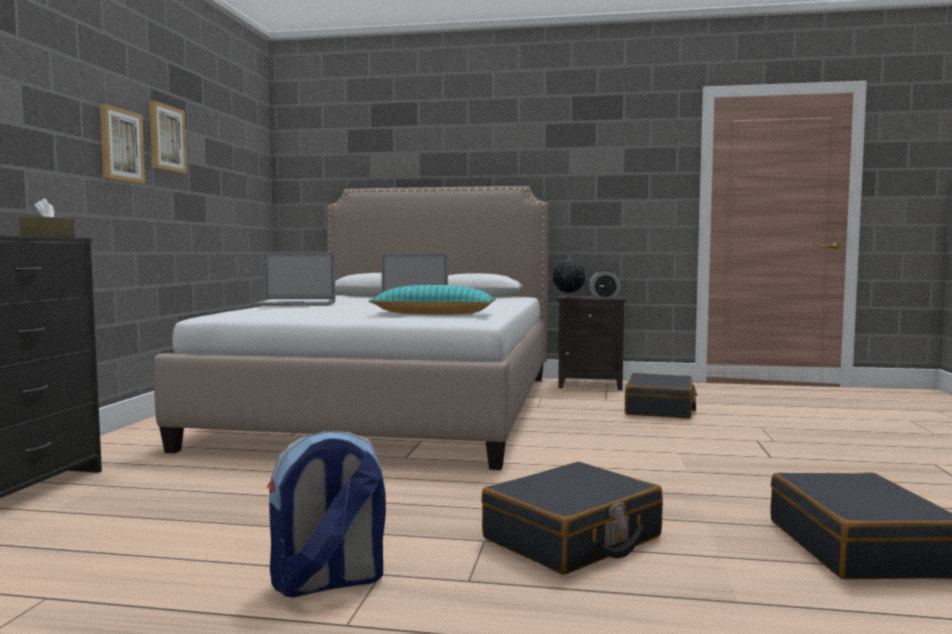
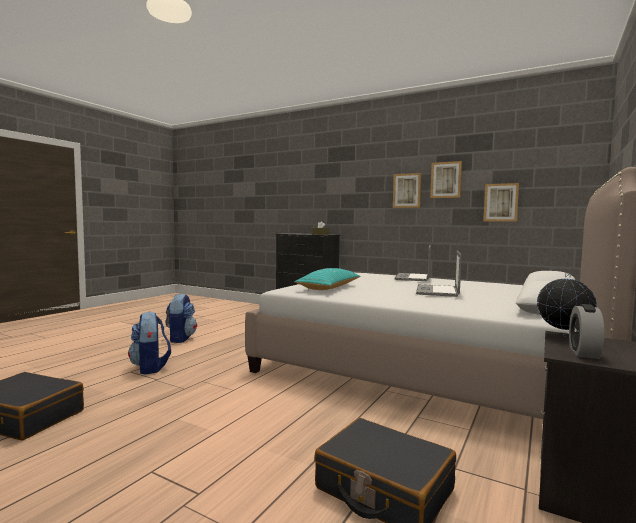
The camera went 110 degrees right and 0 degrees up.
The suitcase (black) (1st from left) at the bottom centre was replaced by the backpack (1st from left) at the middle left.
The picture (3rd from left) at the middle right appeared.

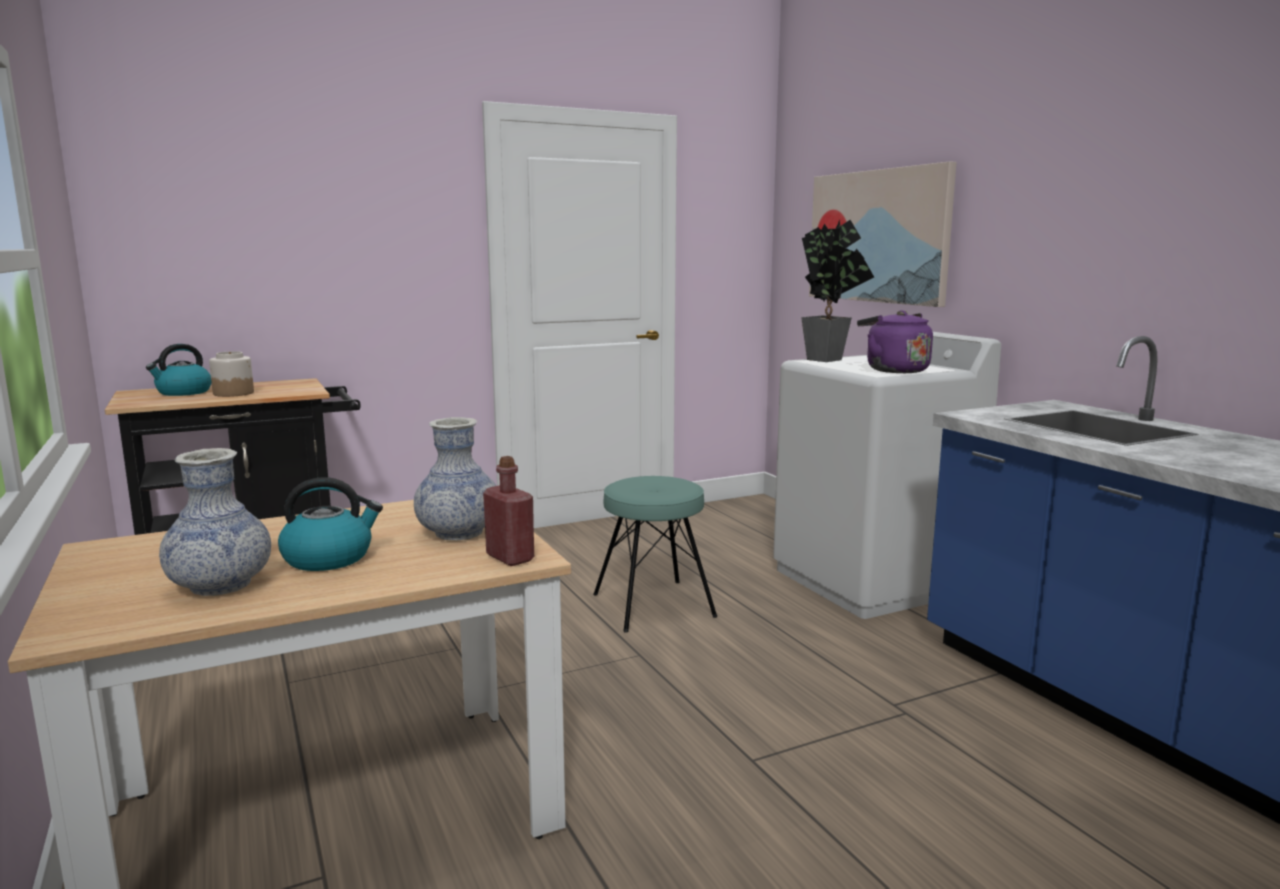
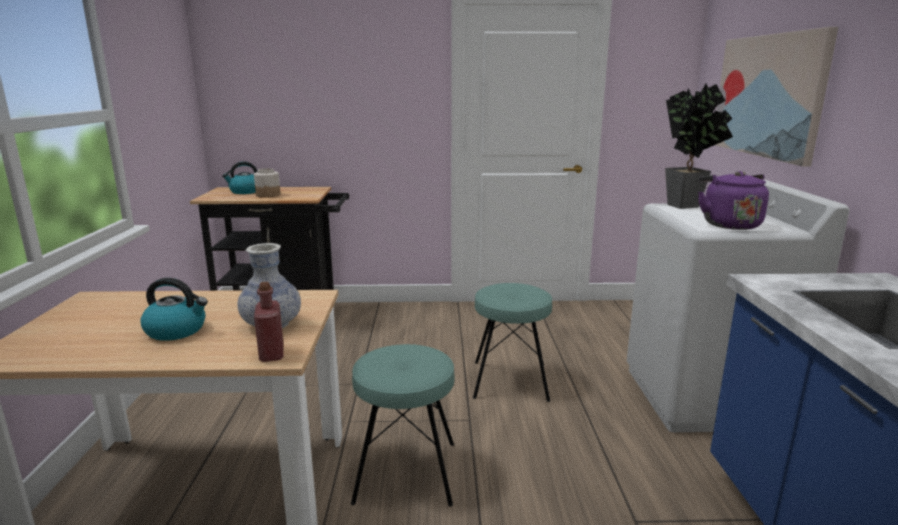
The camera went 25 degrees right and 5 degrees up.
The stool (turquoise) (1st from left) at the bottom centre appeared.
The vase (1st from left) at the middle left disappeared.

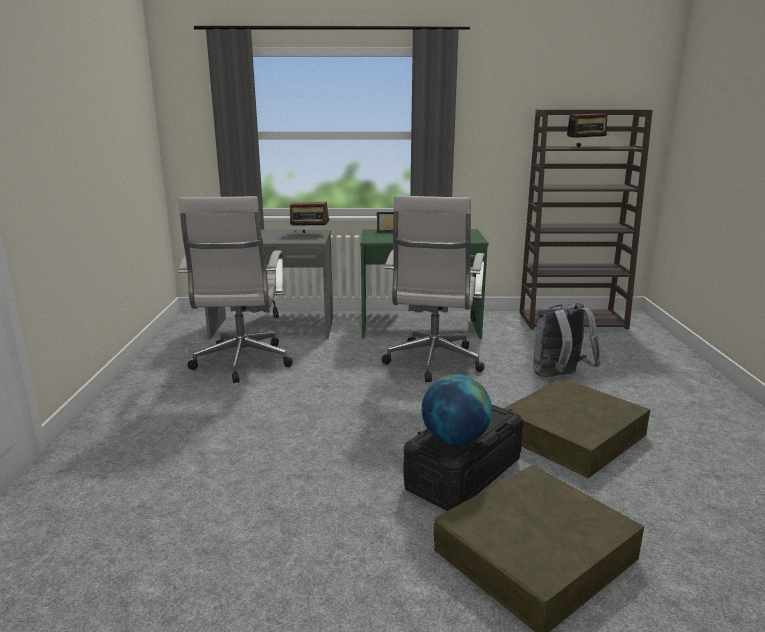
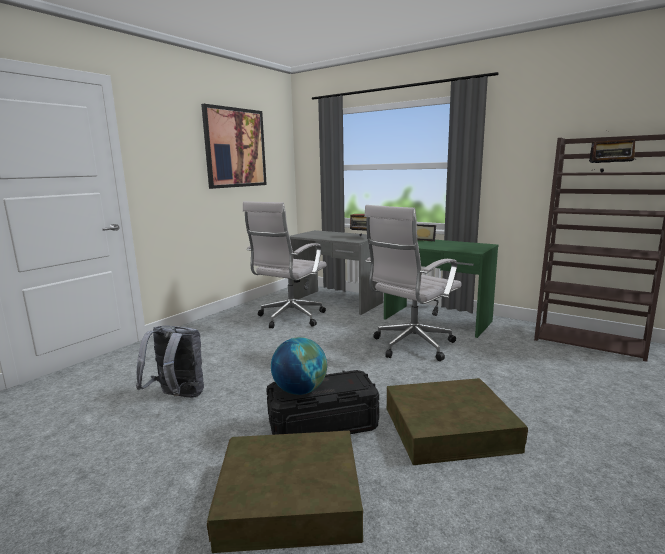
The camera went 35 degrees right and 5 degrees down.
The backpack (grey) moved from the middle right to the middle left.
The picture at the top centre appeared.

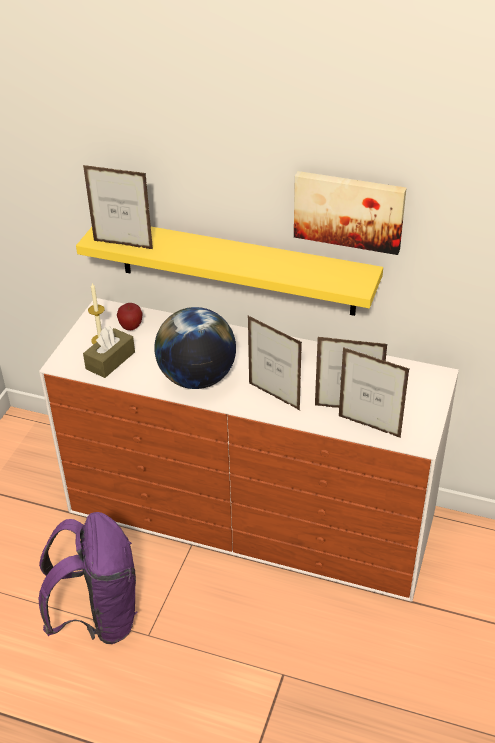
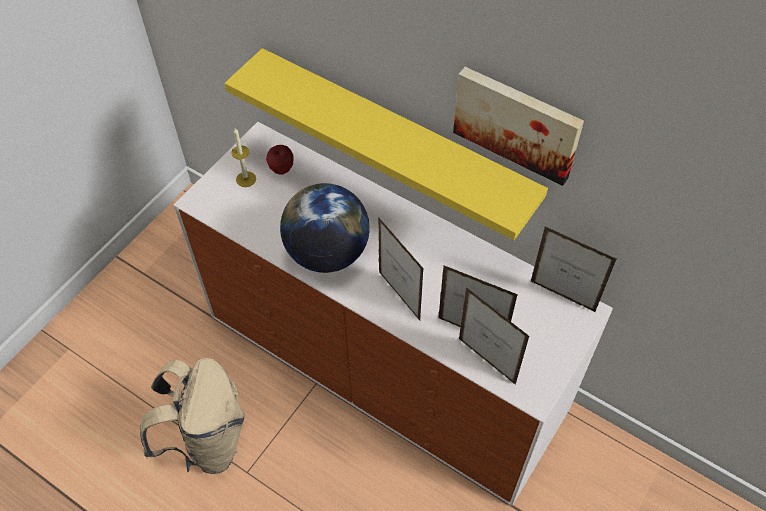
The camera went 15 degrees right and 15 degrees up.
The backpack (purple) at the bottom left became the backpack (beige) at the bottom left.
The picture frame (1st from left in the first image) moved from the top left to the middle right.
The tissue box (brown) at the middle left disappeared.

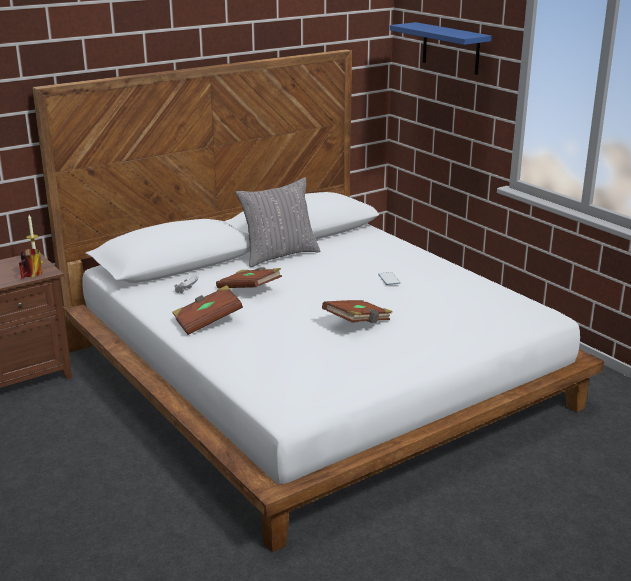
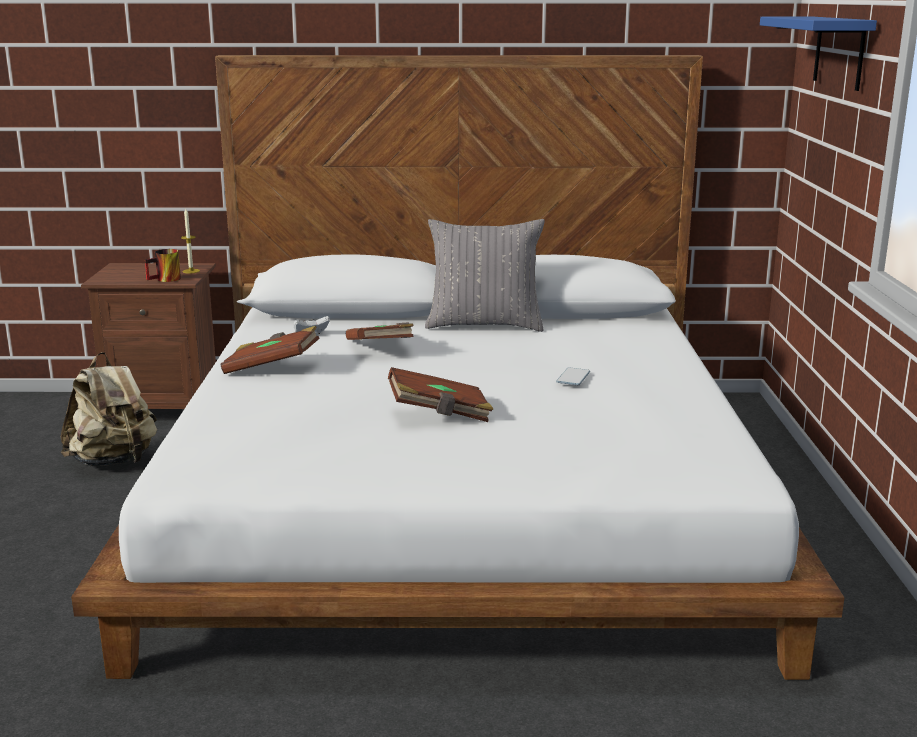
The camera went 35 degrees right and 5 degrees down.
The backpack (beige) at the middle left appeared.

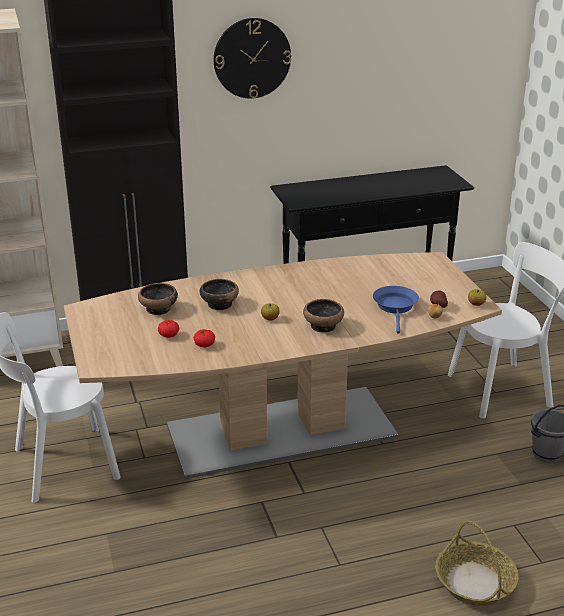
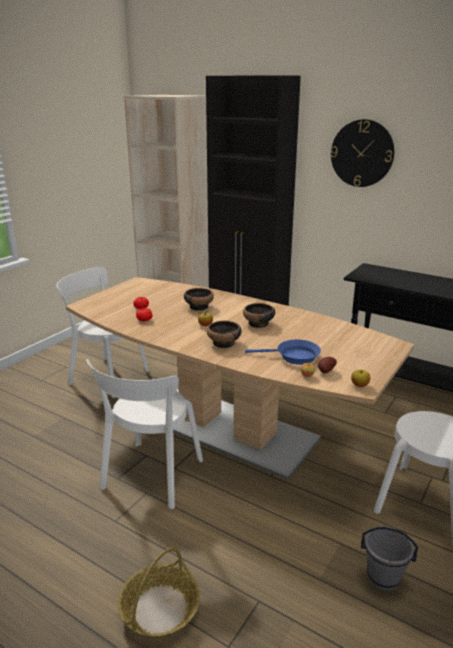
The camera went 50 degrees right and 5 degrees down.
The chair (white) (2nd from left) at the bottom left appeared.
The bowl (1st from left in the first image) moved from the middle left to the centre.
The frying pan (blue) at the middle right turned 45 degrees clockwise.

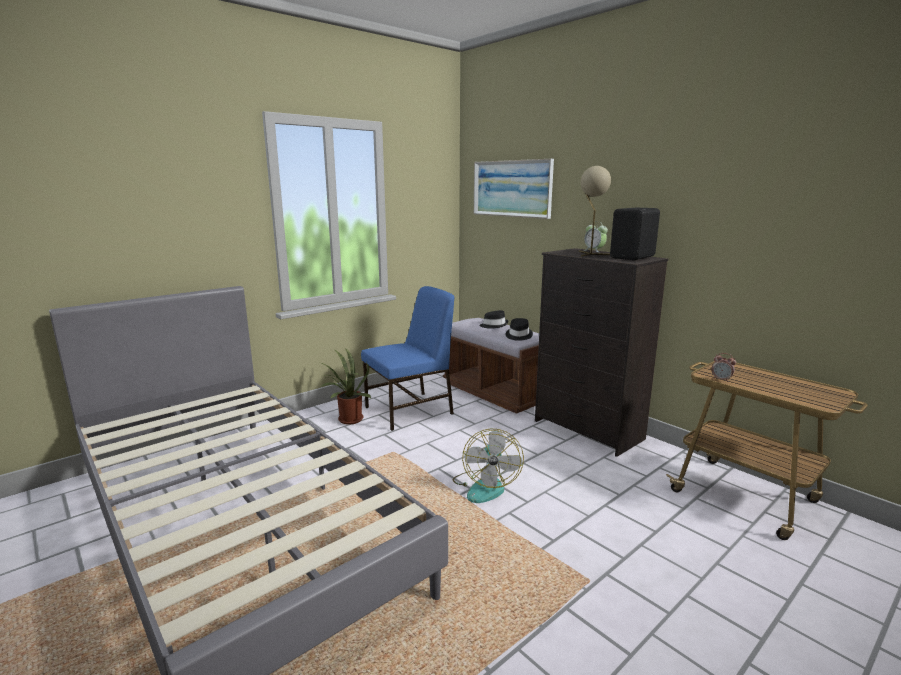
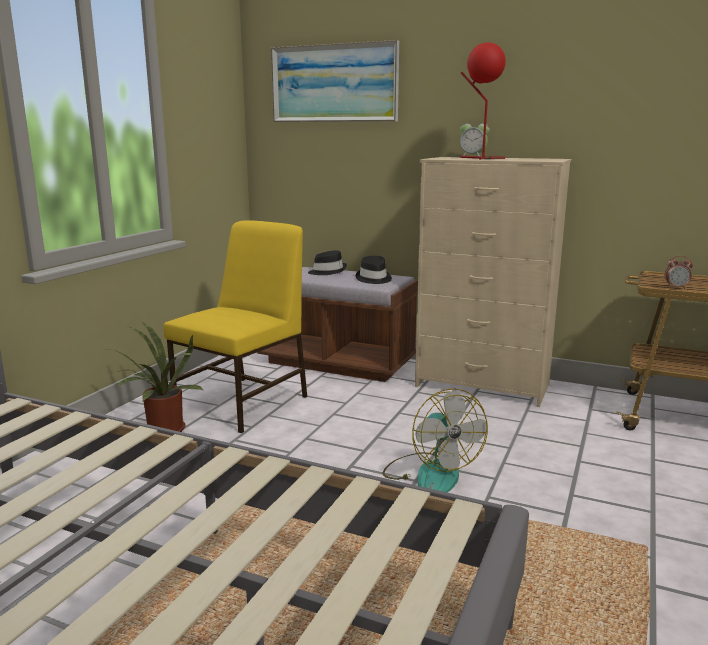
The camera went 25 degrees left and 0 degrees up.
The chair (blue) at the centre became the chair (yellow) at the middle left.
The dresser (black) at the middle right became the dresser (beige) at the middle right.
The table lamp (beige) at the top centre became the table lamp (red) at the top right.
The speaker (black) at the middle right disappeared.

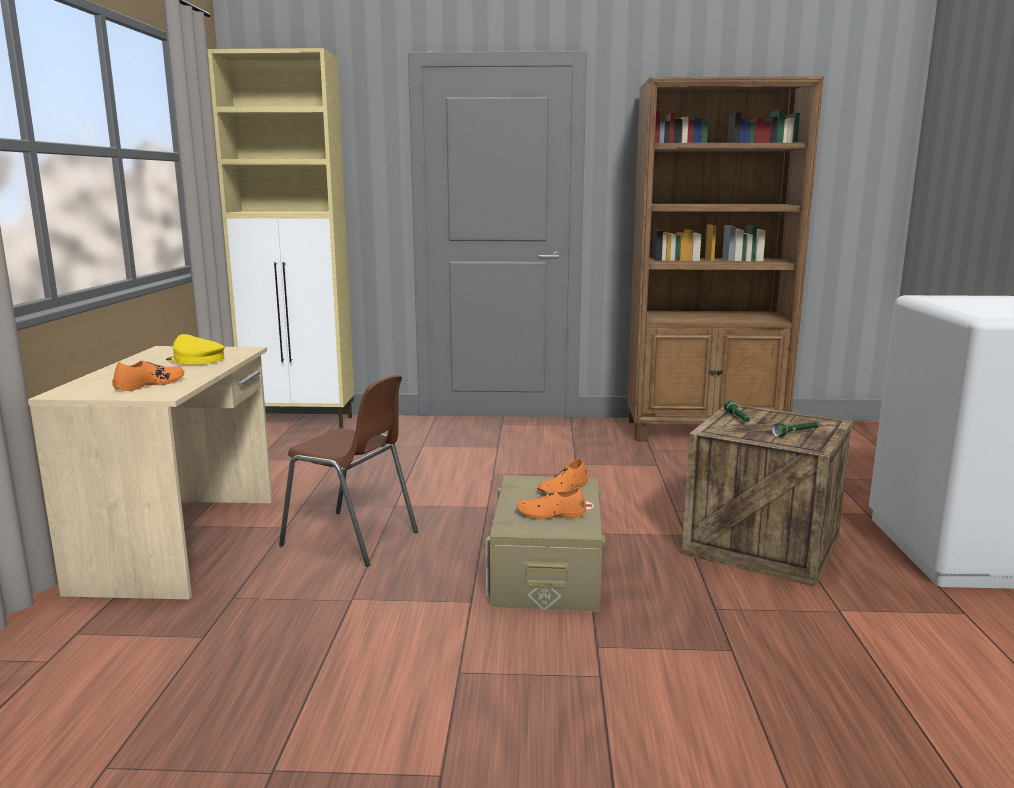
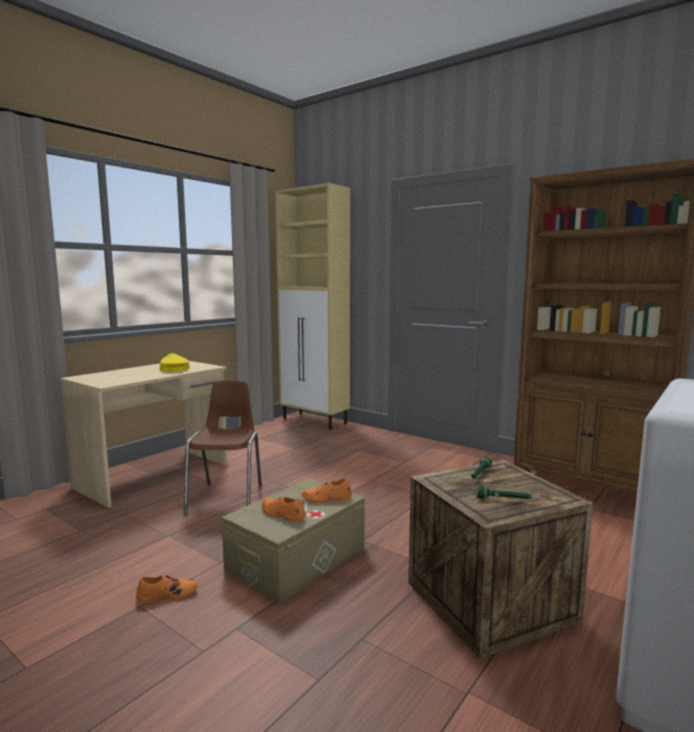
The camera went 35 degrees right and 5 degrees down.
The shoe (orange) (1st from left) moved from the middle left to the bottom left.
The chair (brown) at the centre turned 150 degrees counterclockwise.

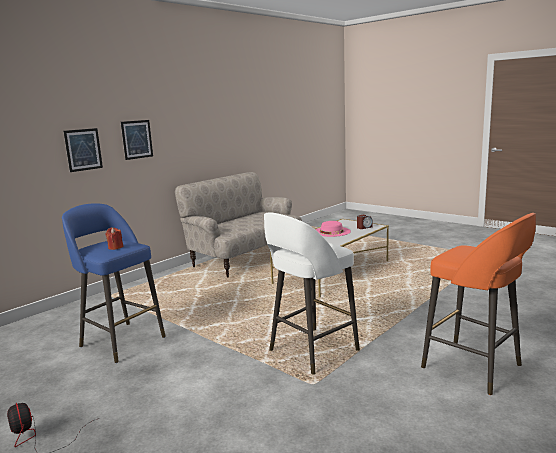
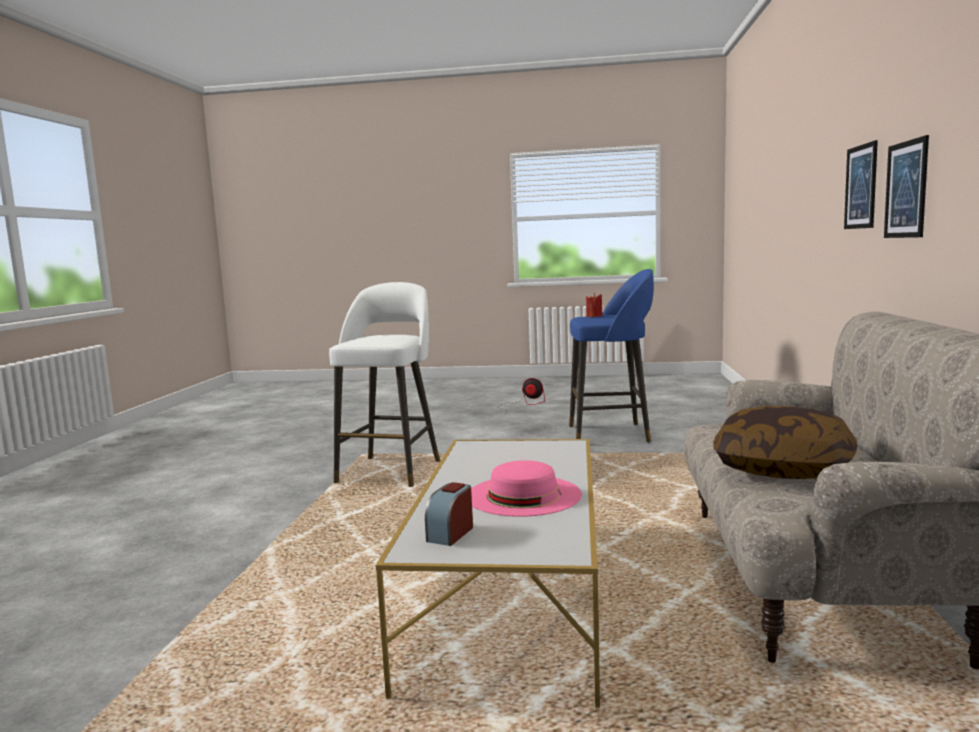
The camera went 145 degrees right and 5 degrees down.
The pillow at the middle right appeared.
The picture (1st from left in the first image) moved from the top left to the top right.
The stool (orange) at the bottom right disappeared.

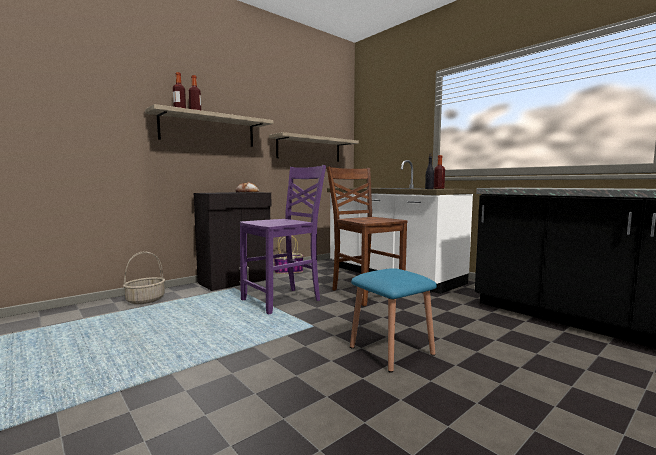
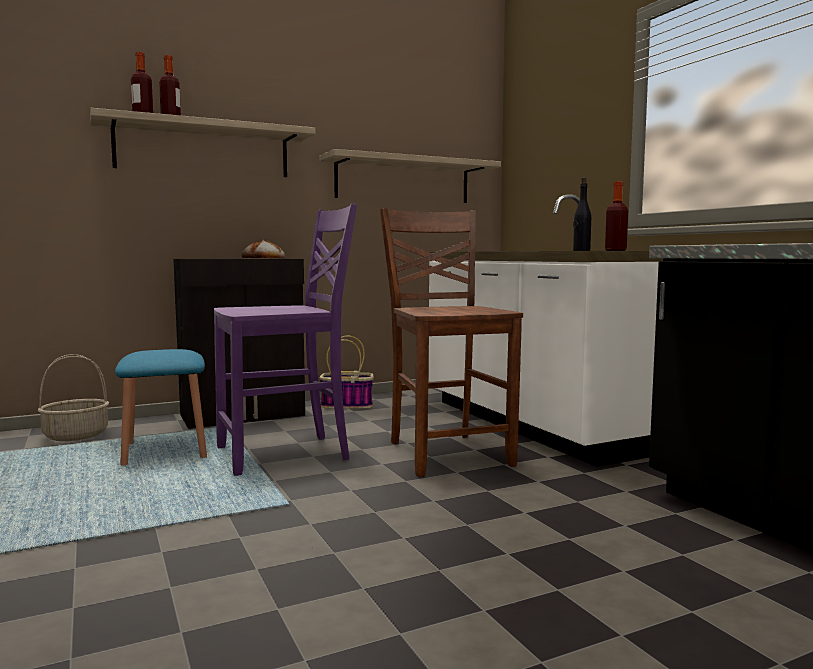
The camera went 15 degrees right and 0 degrees up.
The stool (blue) moved from the bottom centre to the middle left.

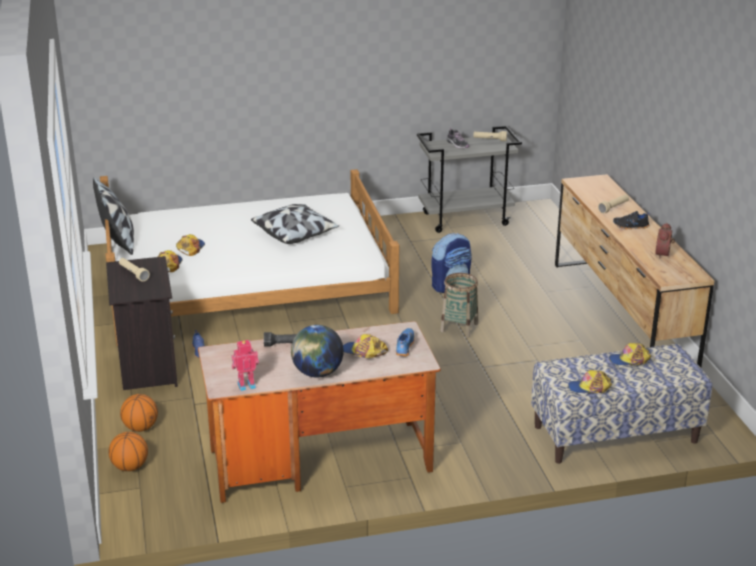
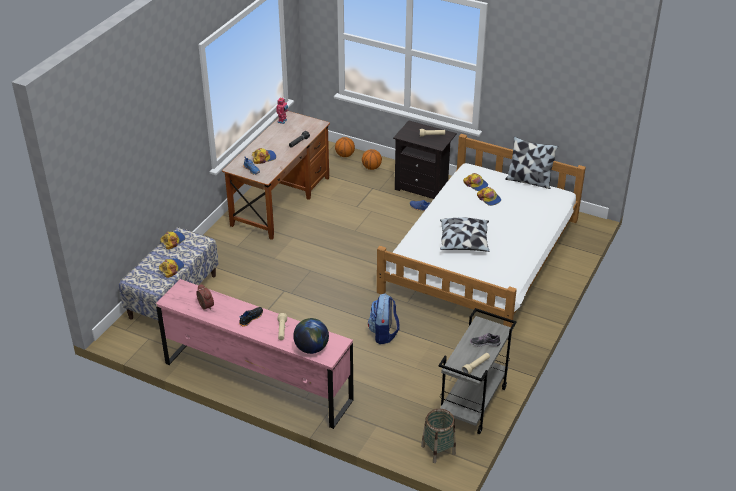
The camera went 130 degrees right and 10 degrees up.
The dresser (brown) at the middle right became the dresser (pink) at the bottom centre.
The globe moved from the centre to the bottom centre.
The basket moved from the centre to the bottom centre.

